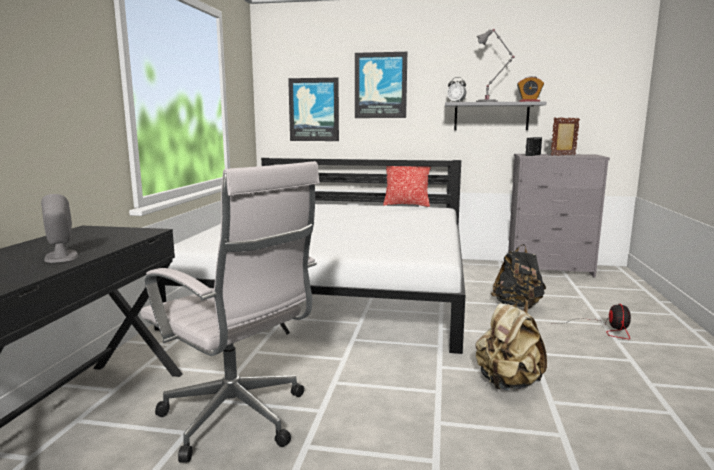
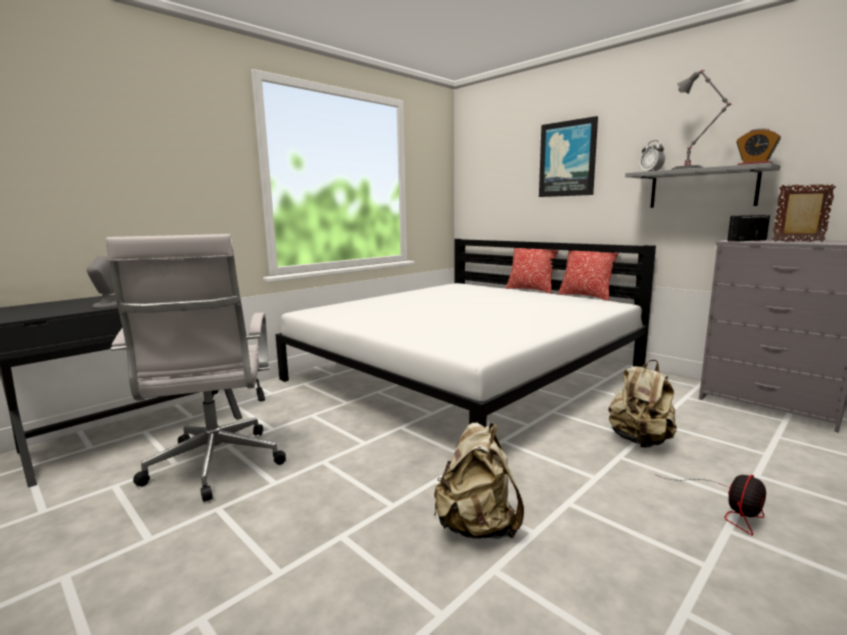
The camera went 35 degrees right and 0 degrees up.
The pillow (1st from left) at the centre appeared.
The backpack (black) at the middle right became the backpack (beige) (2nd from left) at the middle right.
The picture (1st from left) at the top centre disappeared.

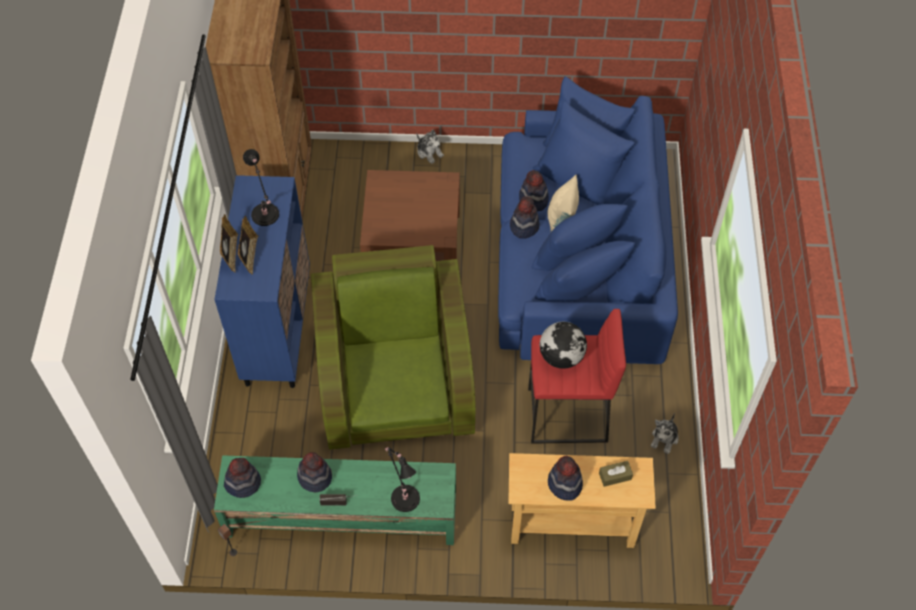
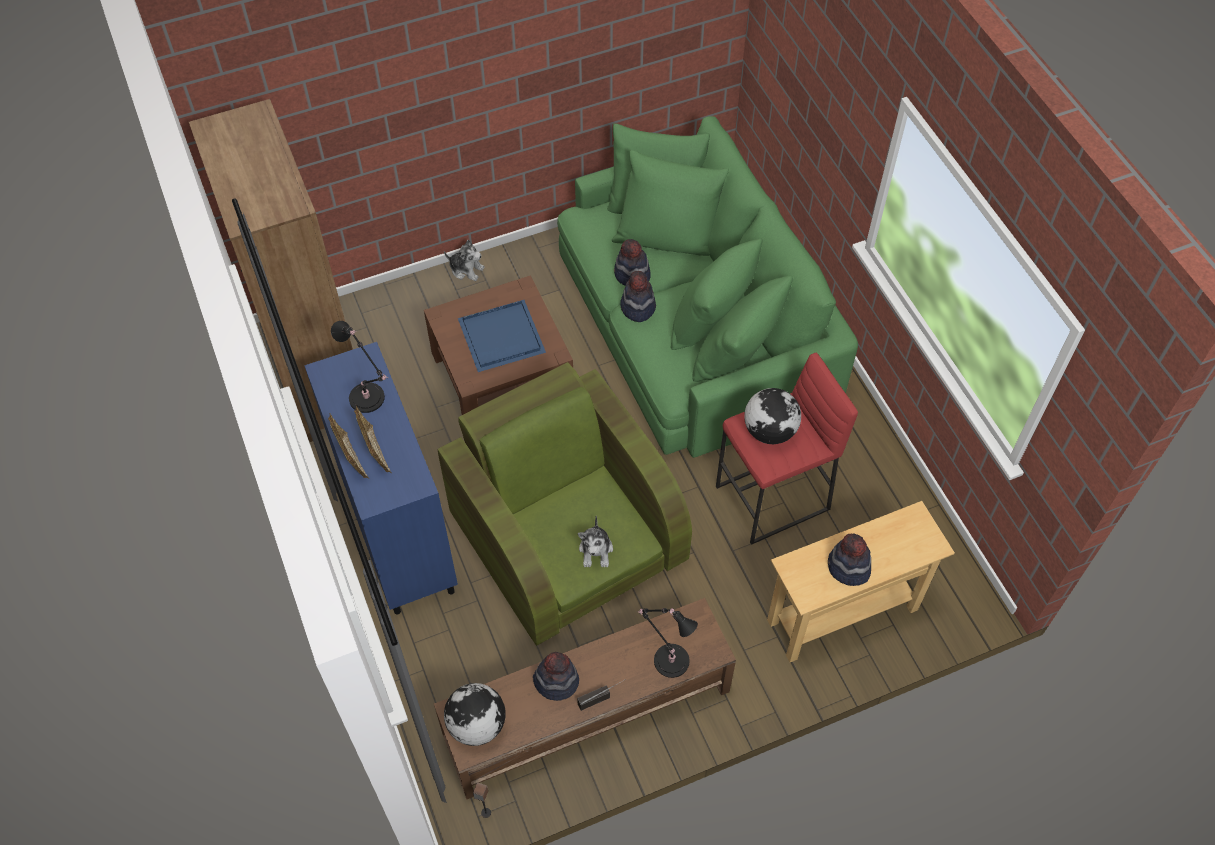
The camera went 25 degrees left and 0 degrees up.
The tv stand (green) at the bottom centre became the tv stand (brown) at the bottom centre.
The hat (1st from left) at the bottom left was replaced by the globe (1st from left) at the bottom centre.
The tray (blue) at the centre appeared.
The sofa (blue) at the centre became the sofa (green) at the centre.
The plush toy (2nd from left) moved from the bottom right to the centre.
The pillow (beige) at the top centre disappeared.
The tissue box (brown) at the bottom right disappeared.

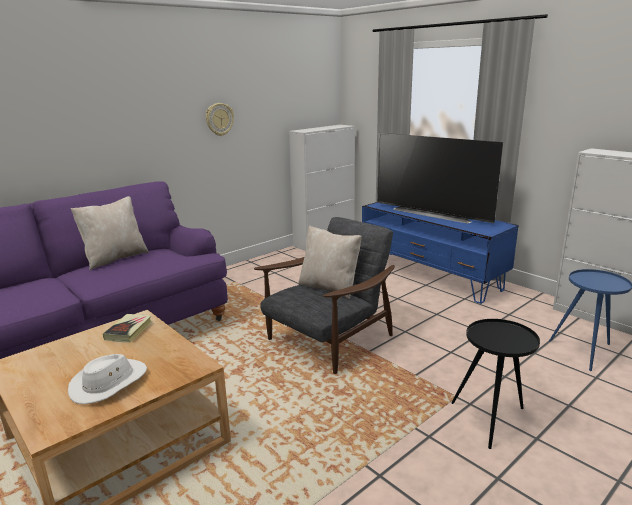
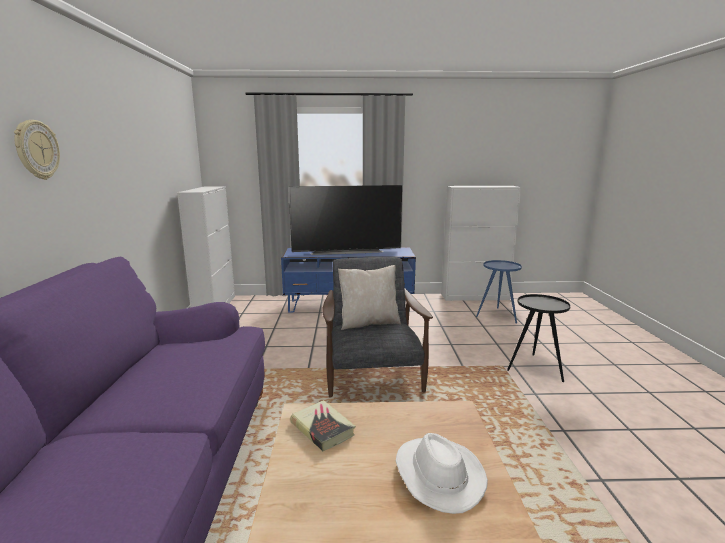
The camera went 50 degrees left and 5 degrees down.
The wall clock moved from the top centre to the top left.
The pillow (beige) (1st from left) at the middle left disappeared.

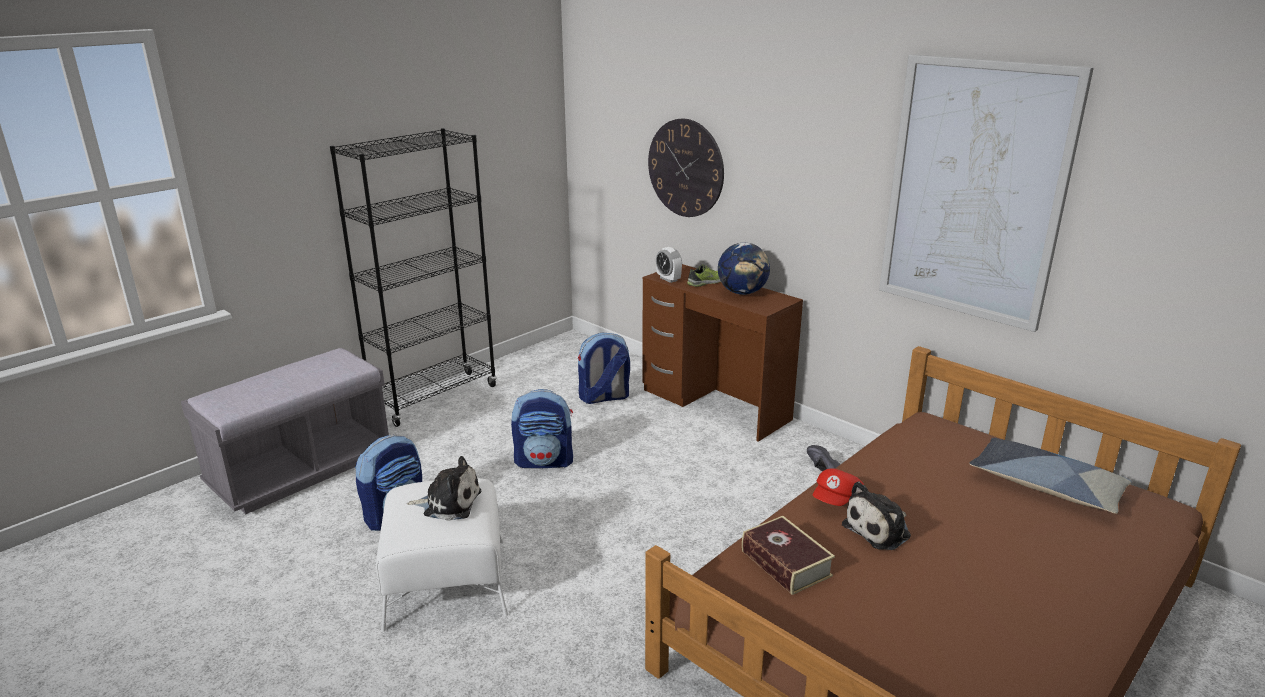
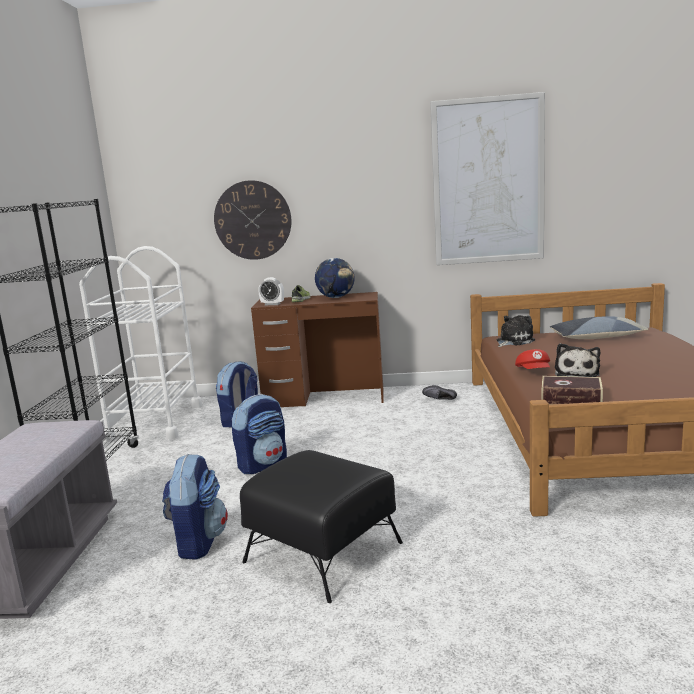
The camera went 40 degrees left and 10 degrees down.
The cart (white) at the middle left appeared.
The ottoman (white) at the bottom centre became the ottoman (black) at the bottom centre.
The plush toy (1st from left) moved from the bottom centre to the middle right.

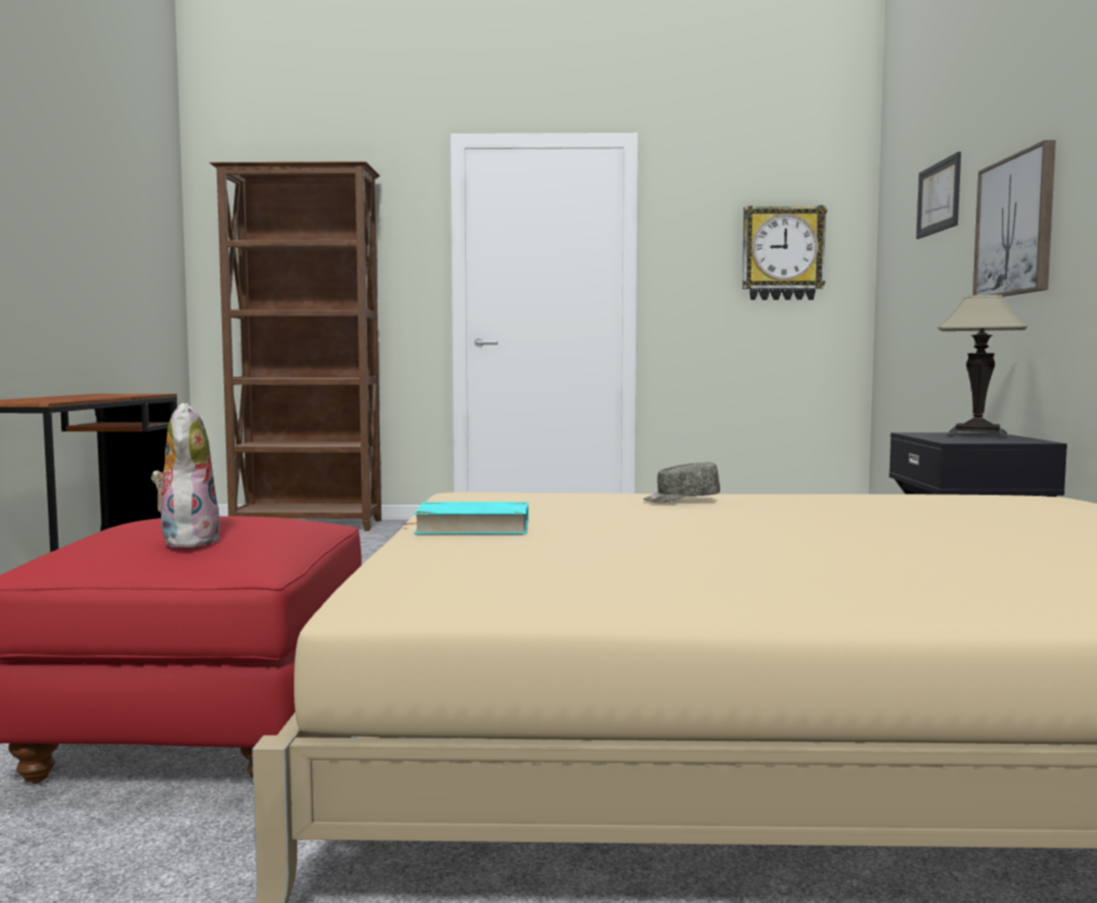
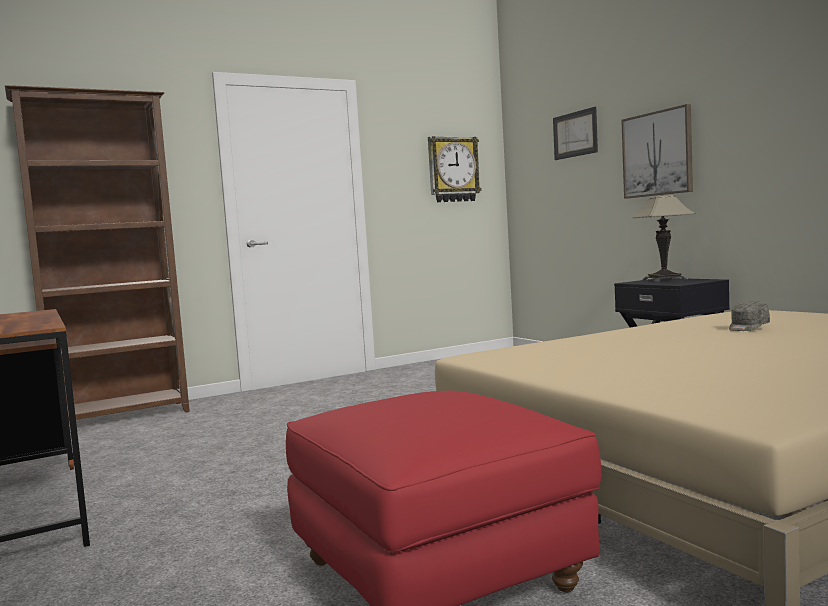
The camera went 30 degrees left and 0 degrees up.
The cap (grey) moved from the centre to the middle right.
The plush toy at the middle left disappeared.
The book (turquoise) at the centre disappeared.

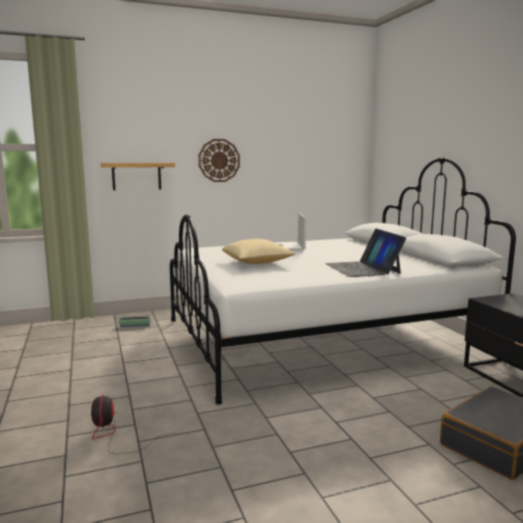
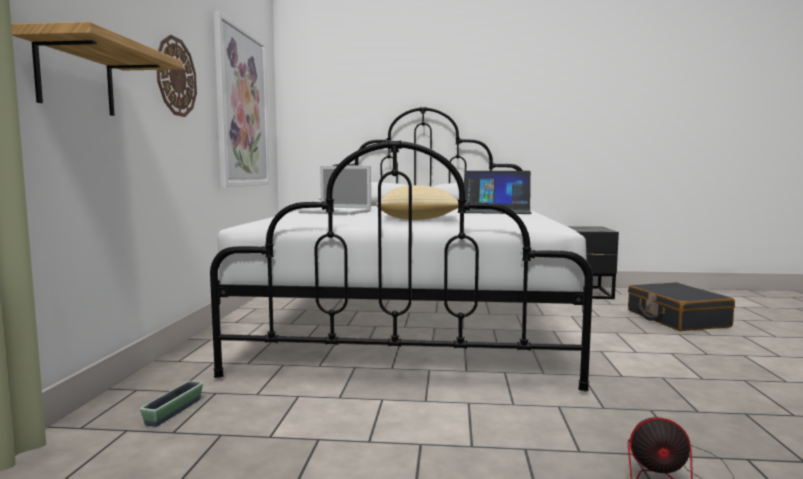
The camera went 65 degrees left and 5 degrees down.
The picture at the top left appeared.

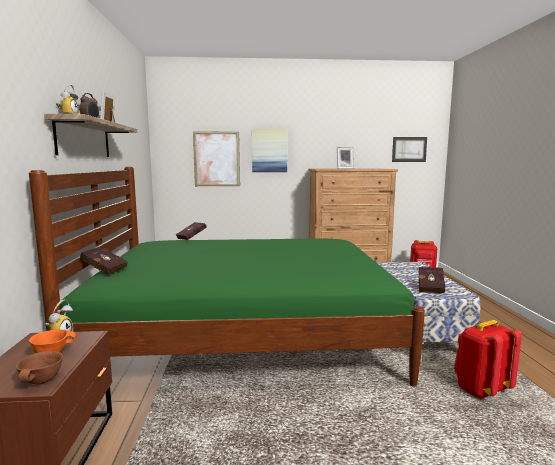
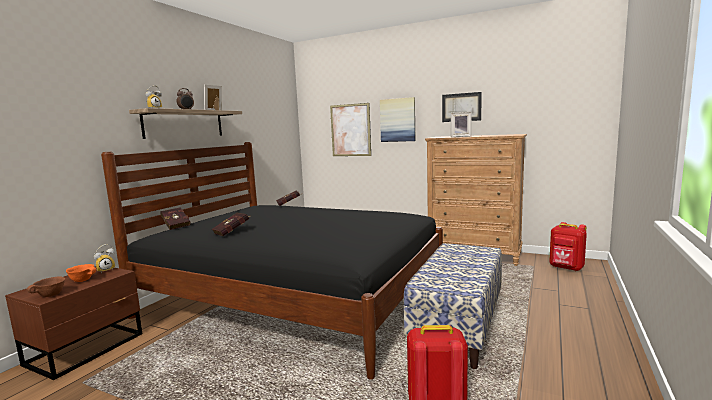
The camera went 30 degrees right and 0 degrees up.
The bed (green) at the centre became the bed (black) at the centre.
The book (red) (3rd from left in the first image) moved from the middle right to the middle left.
The picture (3rd from left) moved from the top right to the top centre.

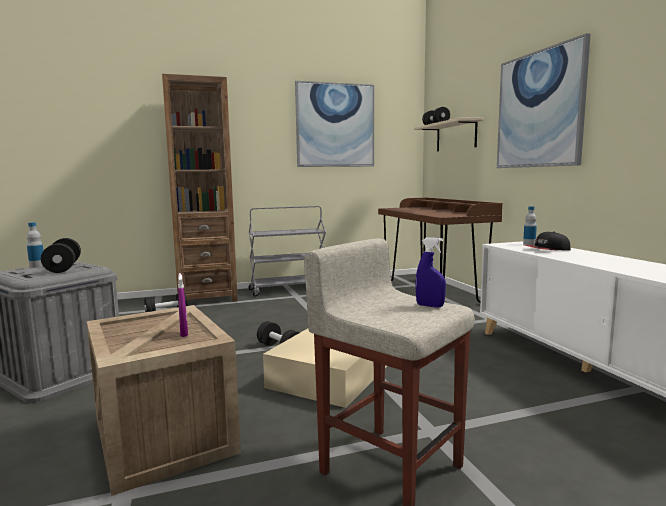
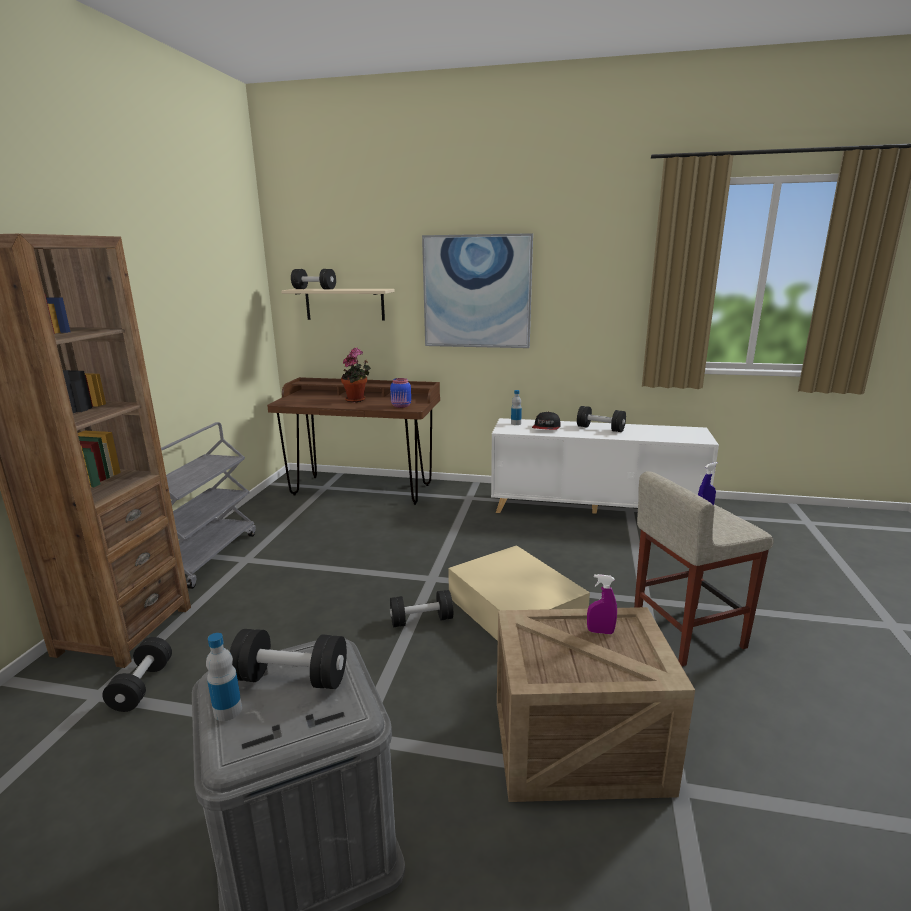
The camera went 60 degrees left and 10 degrees up.
The potted plant at the centre appeared.
The jar (blue) at the centre appeared.
The dumbbell (black) (5th from left) at the centre appeared.
The picture (1st from left) at the top centre disappeared.

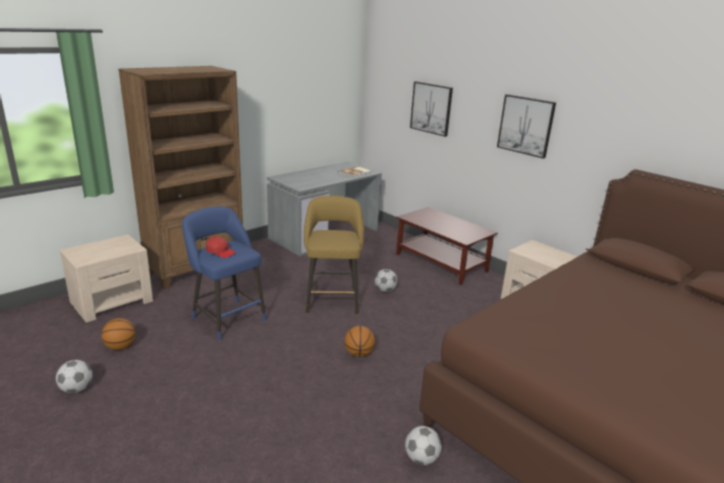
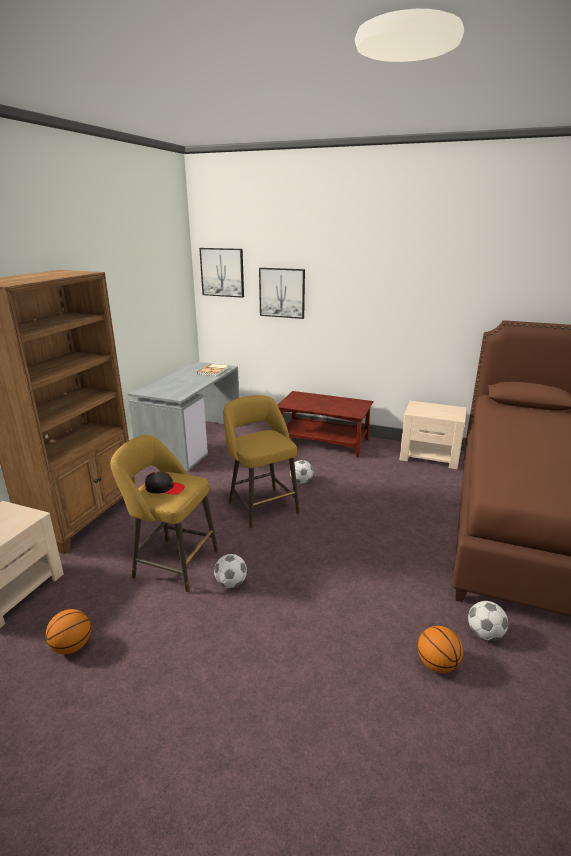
The camera went 25 degrees left and 0 degrees up.
The stool (blue) at the middle left became the stool (yellow) (1st from left) at the middle left.
The cap (red) at the middle left became the cap (black) at the middle left.
The picture (2nd from left in the first image) moved from the top right to the top centre.
The football (1st from left) moved from the bottom left to the bottom centre.
The basketball (2nd from left) moved from the bottom centre to the bottom right.

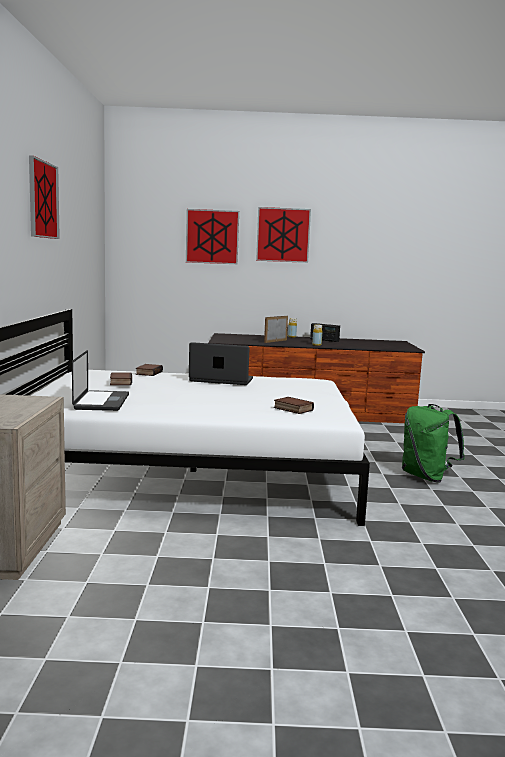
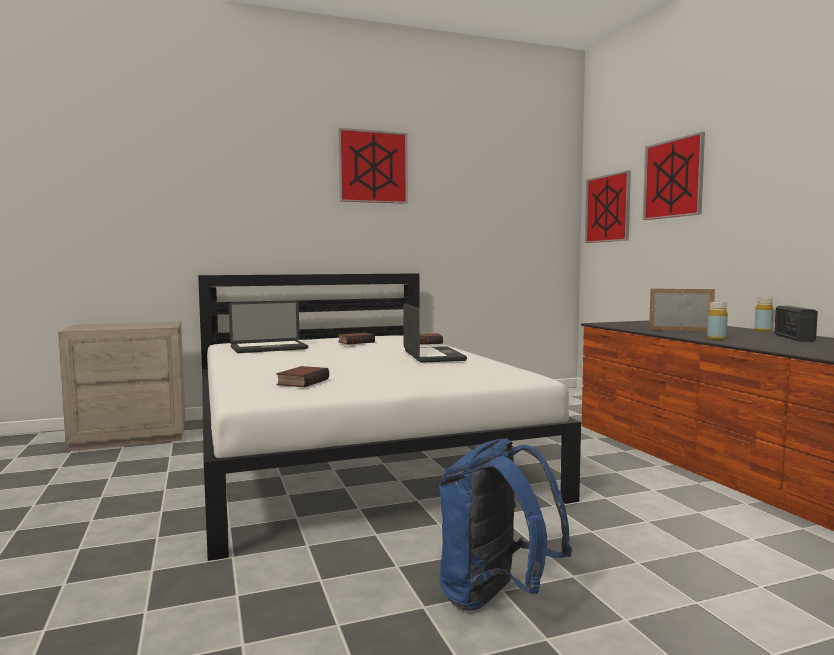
The camera went 70 degrees right and 5 degrees down.
The backpack (green) at the middle right became the backpack (blue) at the bottom centre.
The picture (3rd from left in the first image) moved from the top centre to the top right.

